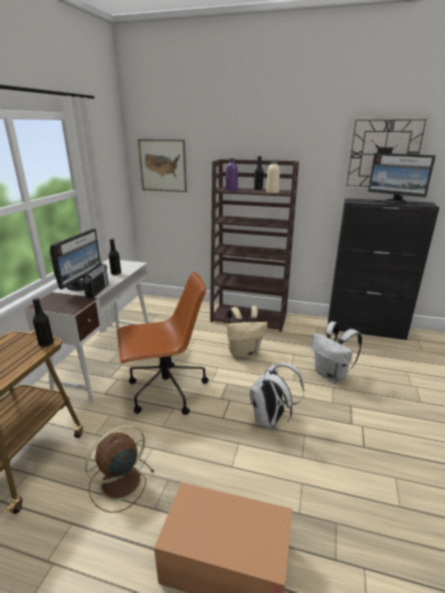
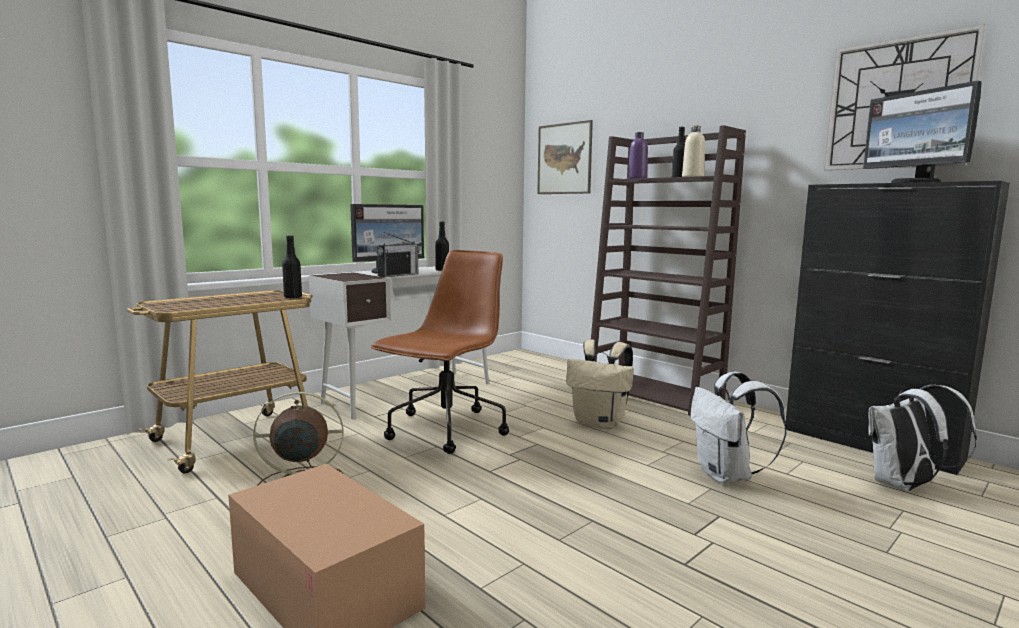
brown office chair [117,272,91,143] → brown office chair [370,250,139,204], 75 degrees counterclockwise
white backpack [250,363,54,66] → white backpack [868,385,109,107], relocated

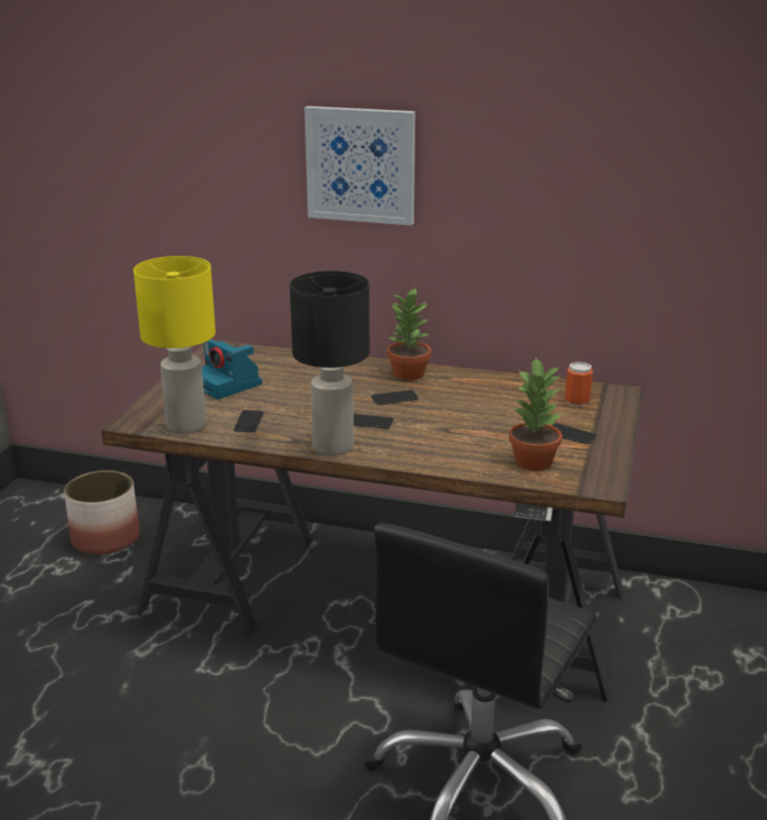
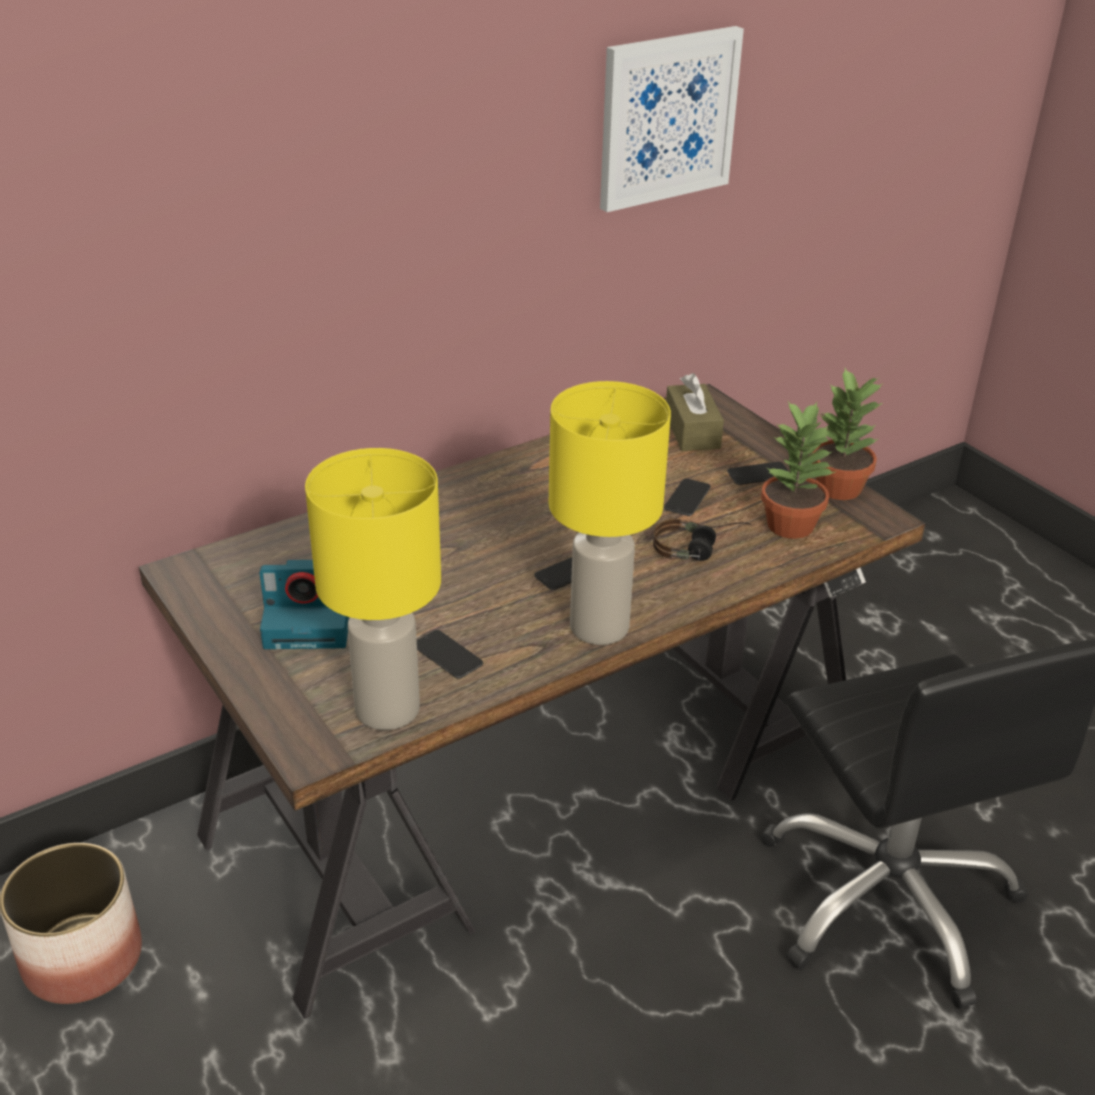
black table lamp [290,271,80,185] → yellow table lamp [549,381,122,264]
picture [304,106,111,119] → picture [600,26,144,186], relocated
- → headphones [653,519,99,42]
phone [371,390,47,15] → phone [664,479,47,37], relocated
can [565,362,28,44] → brown tissue box [666,373,58,78]
potted plant [387,287,44,93] → potted plant [812,368,70,132], relocated

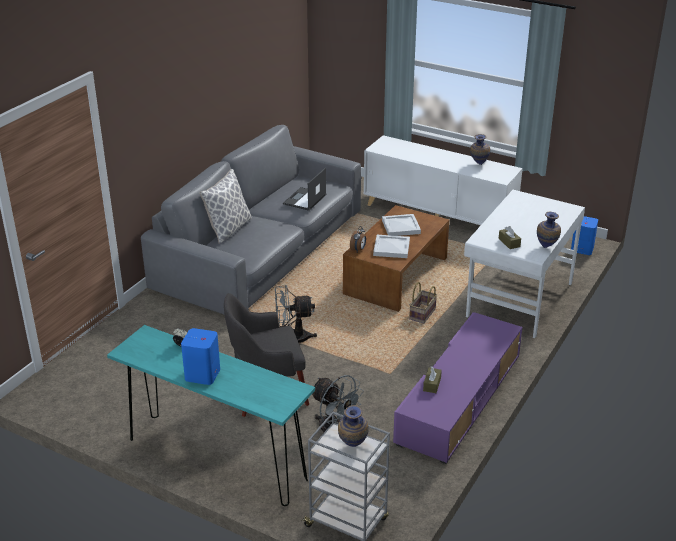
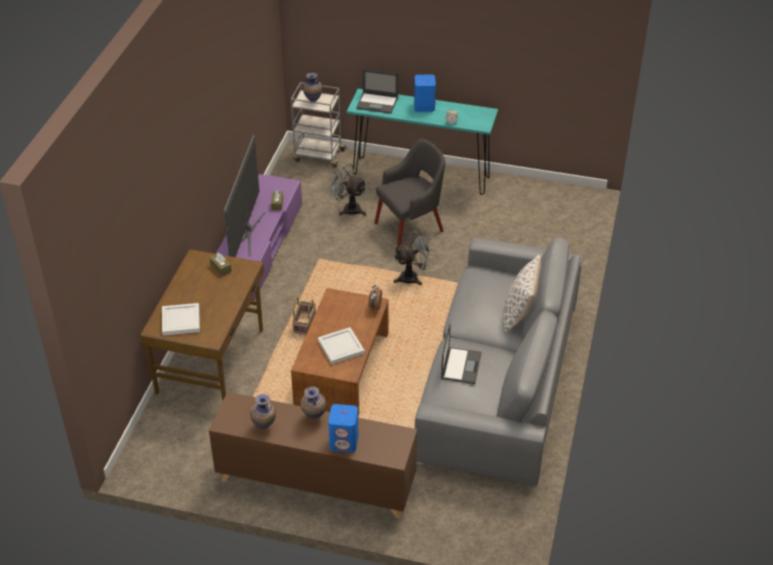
white desk [464,190,121,148] → brown desk [141,249,123,152]
white tray [373,235,37,23] → white tray [162,303,38,32], relocated
white cabinet [364,135,159,90] → brown cabinet [209,392,208,127]
- → television [224,135,42,122]
vase [537,212,24,36] → vase [301,387,25,32], relocated
blue speaker [571,216,27,39] → blue speaker [328,404,30,48], relocated
- → laptop [356,69,42,45]

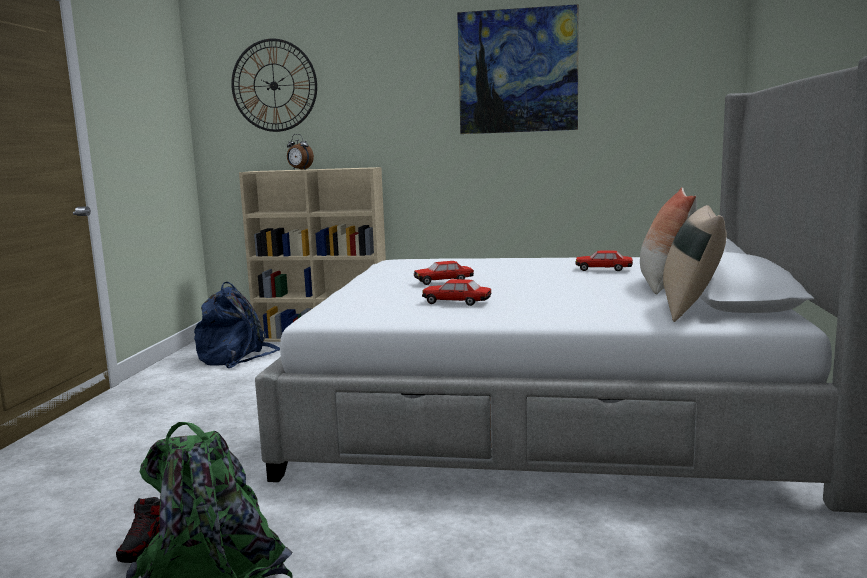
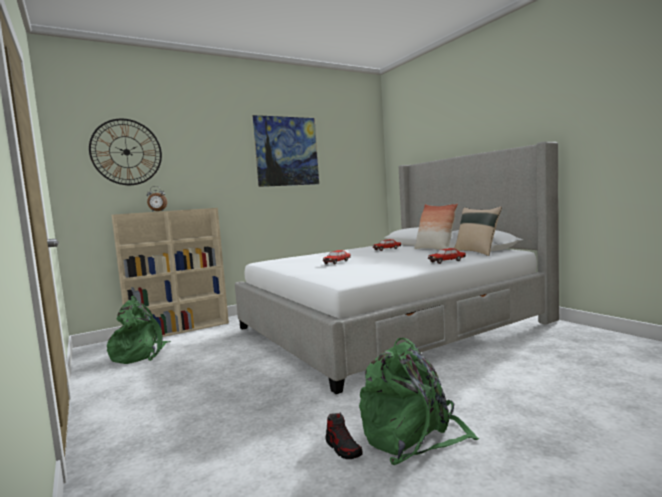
blue backpack [194,282,86,86] → green backpack [107,296,64,68]
toy car [422,279,70,27] → toy car [428,248,38,16], relocated

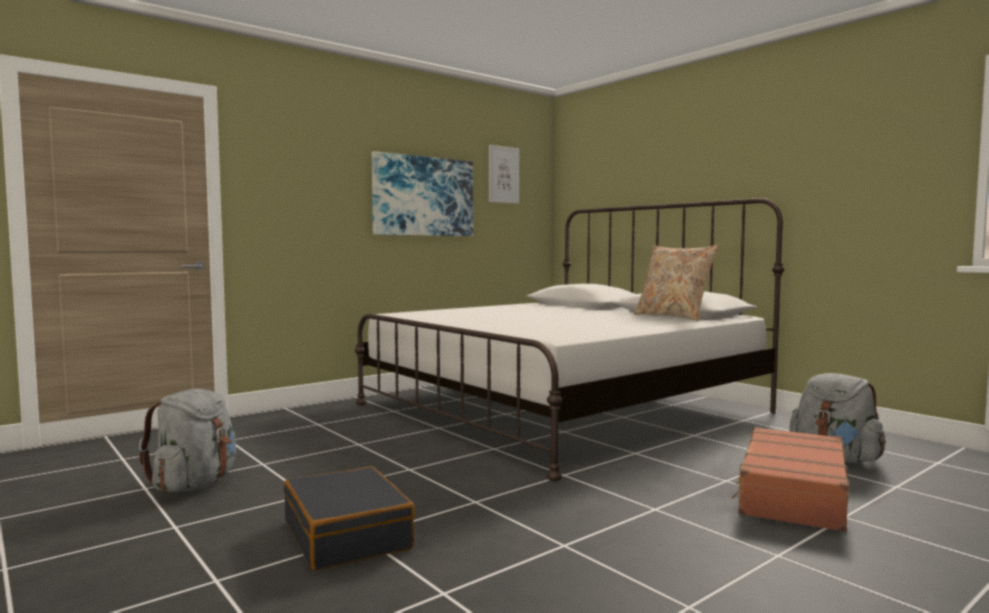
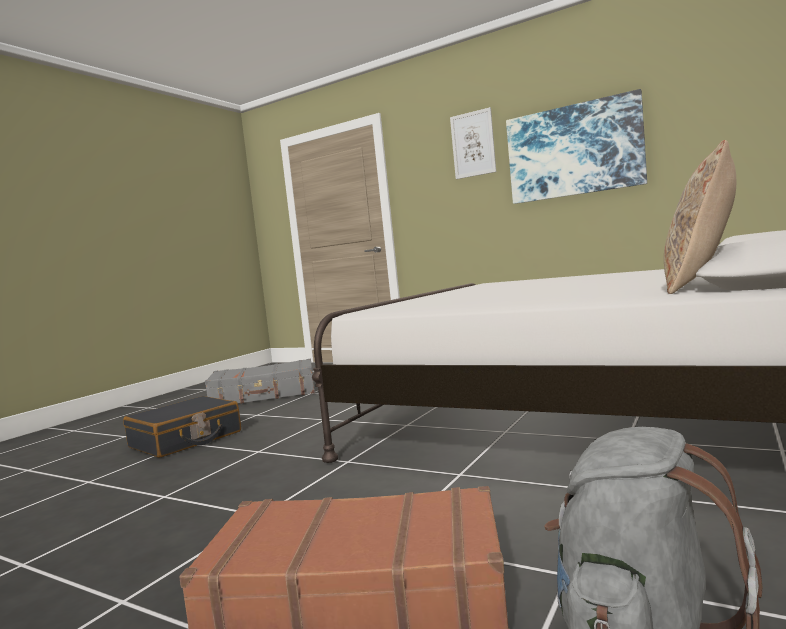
grey backpack [139,389,97,104] → grey suitcase [205,359,110,45]
picture [489,145,30,59] → picture [450,107,46,72], relocated

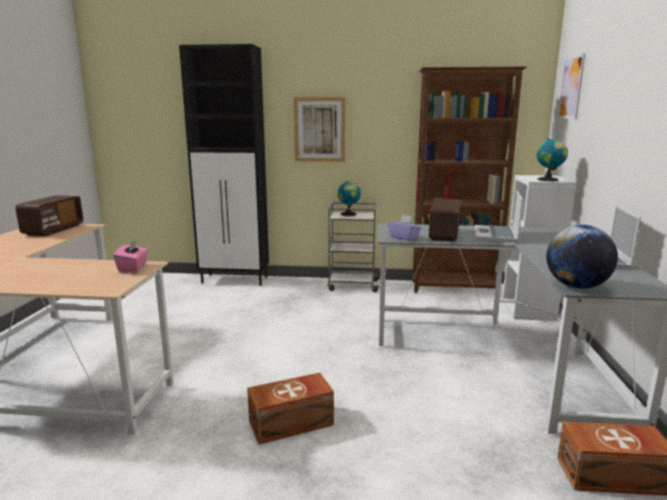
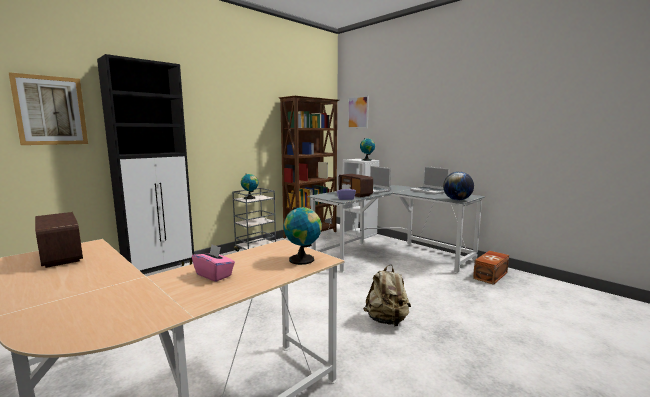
picture [294,97,51,65] → picture [9,72,79,73], relocated
pink tissue box [113,239,35,33] → pink tissue box [192,245,43,37], relocated
- → globe [284,207,38,58]
brown storage box [247,373,87,72] → beige backpack [363,265,48,62]

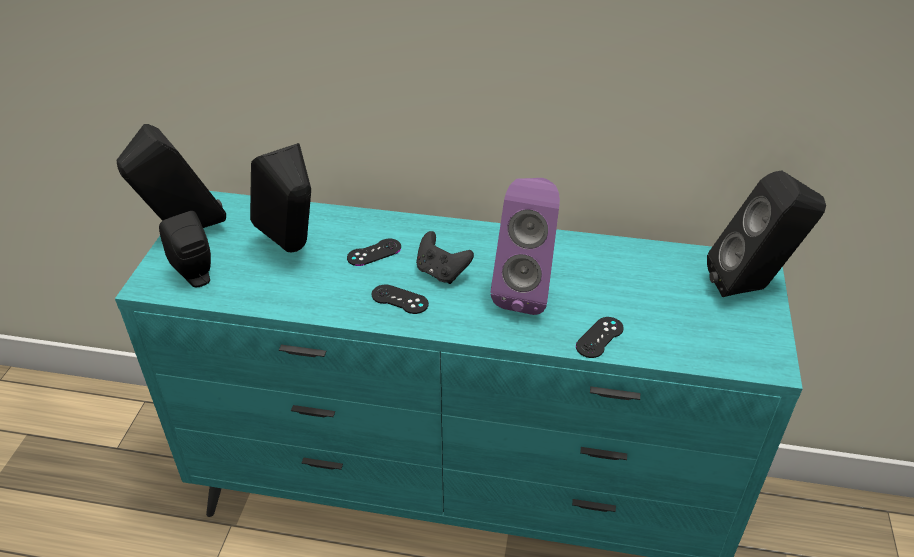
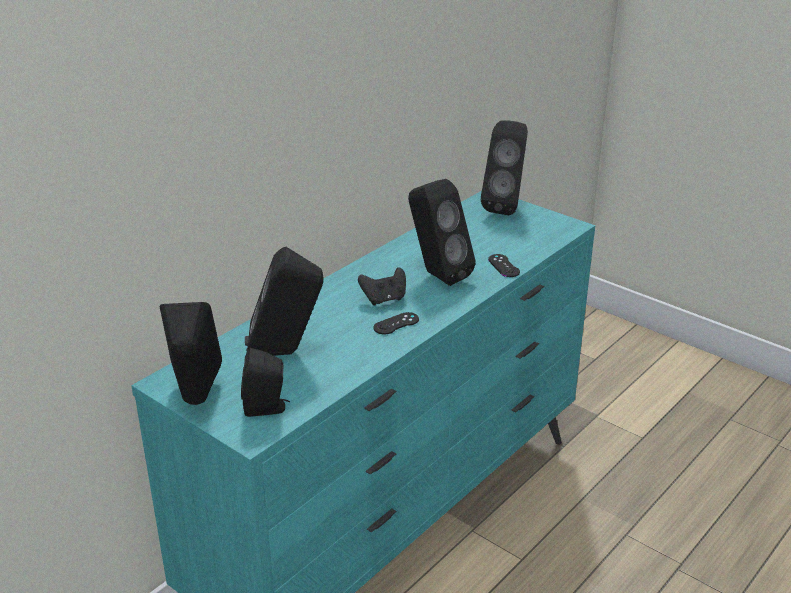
purple speaker [491,178,69,137] → black speaker [408,179,68,107]
black game controller [347,239,54,27] → -

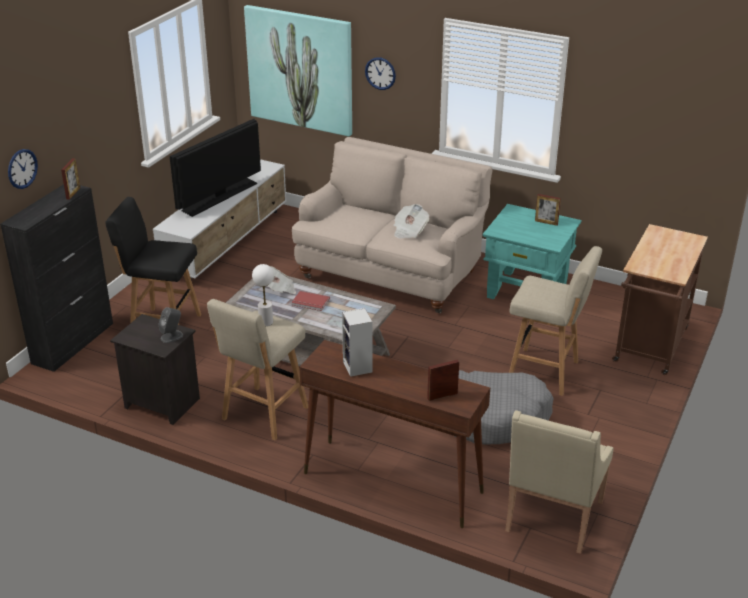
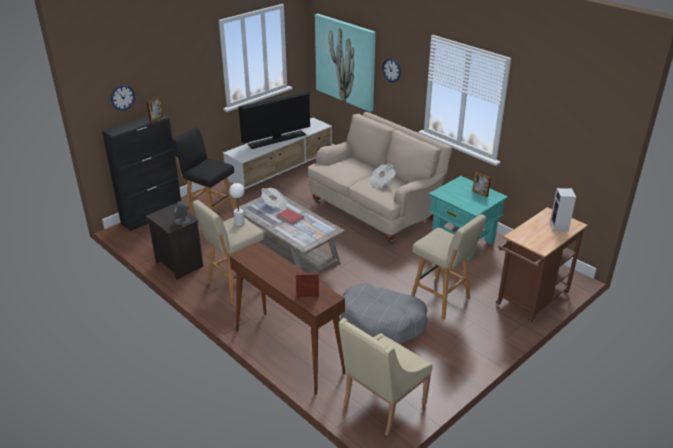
speaker [342,308,30,69] → speaker [550,188,26,43], relocated

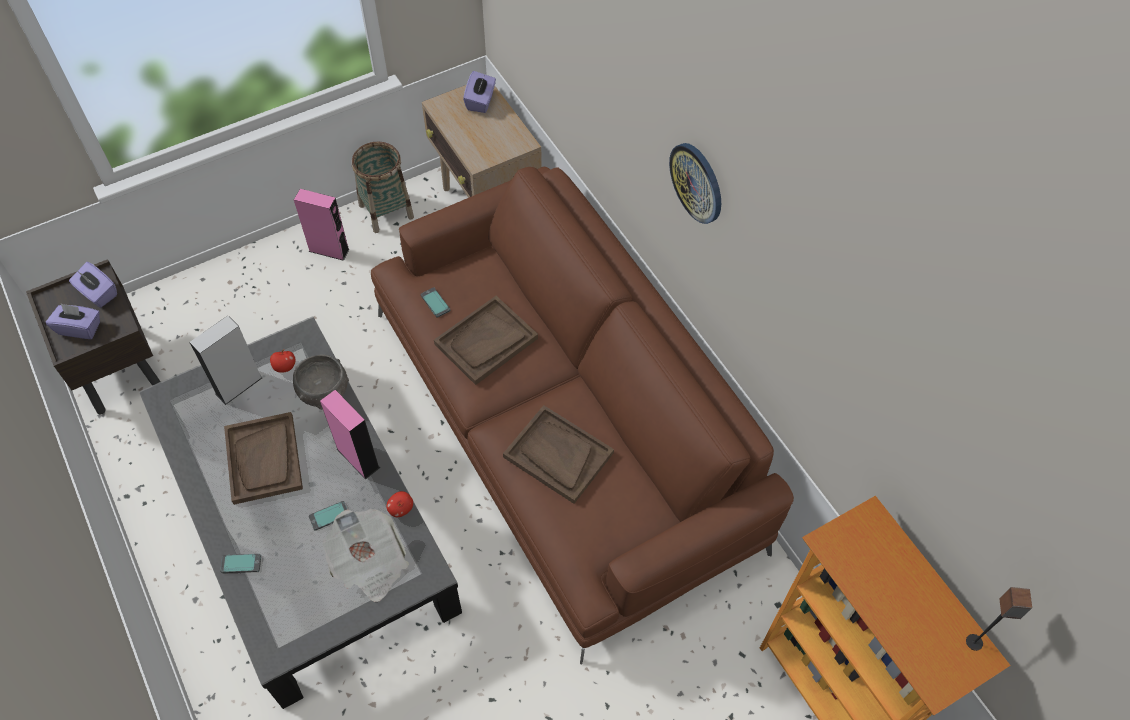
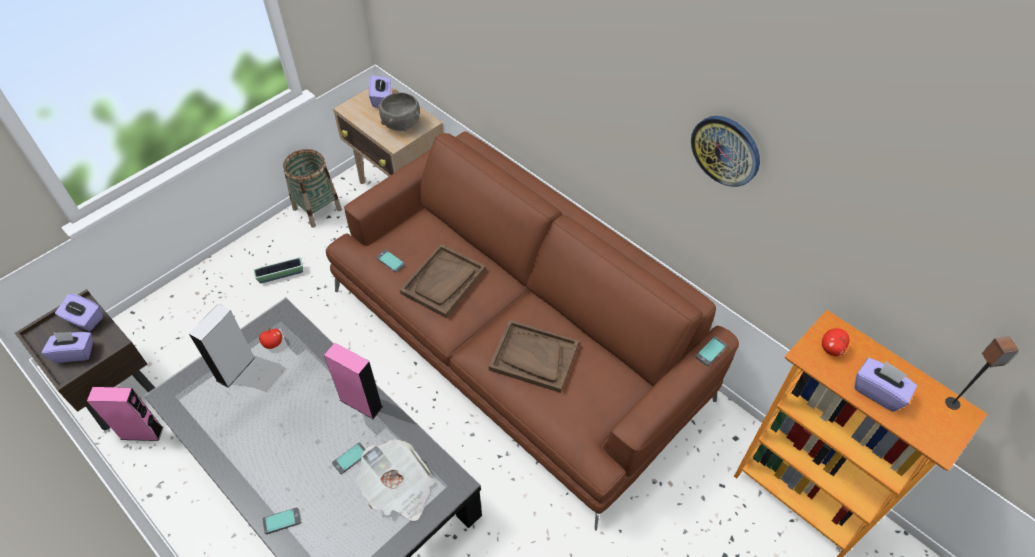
pink speaker [294,189,56,72] → pink speaker [87,387,76,54], relocated
- → planter [253,257,50,27]
grey bowl [293,354,56,56] → grey bowl [378,92,42,39], relocated
wall clock [669,143,52,81] → wall clock [691,116,69,71], relocated
- → phone [695,336,32,30]
apple [386,491,27,26] → apple [822,328,27,28], relocated
- → purple tissue box [854,358,63,54]
brown tray [224,412,79,93] → -

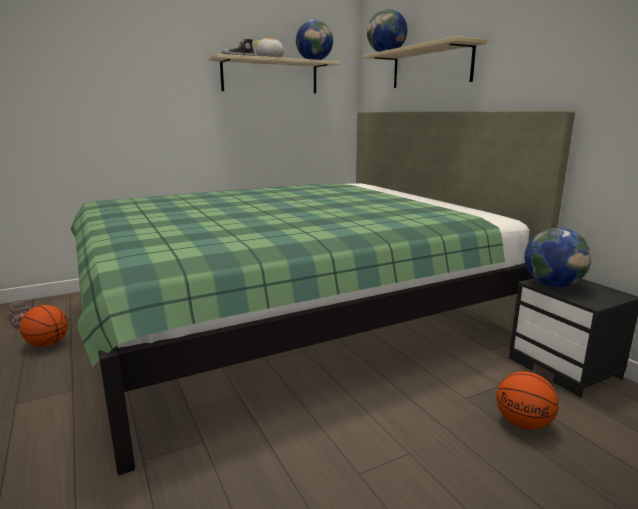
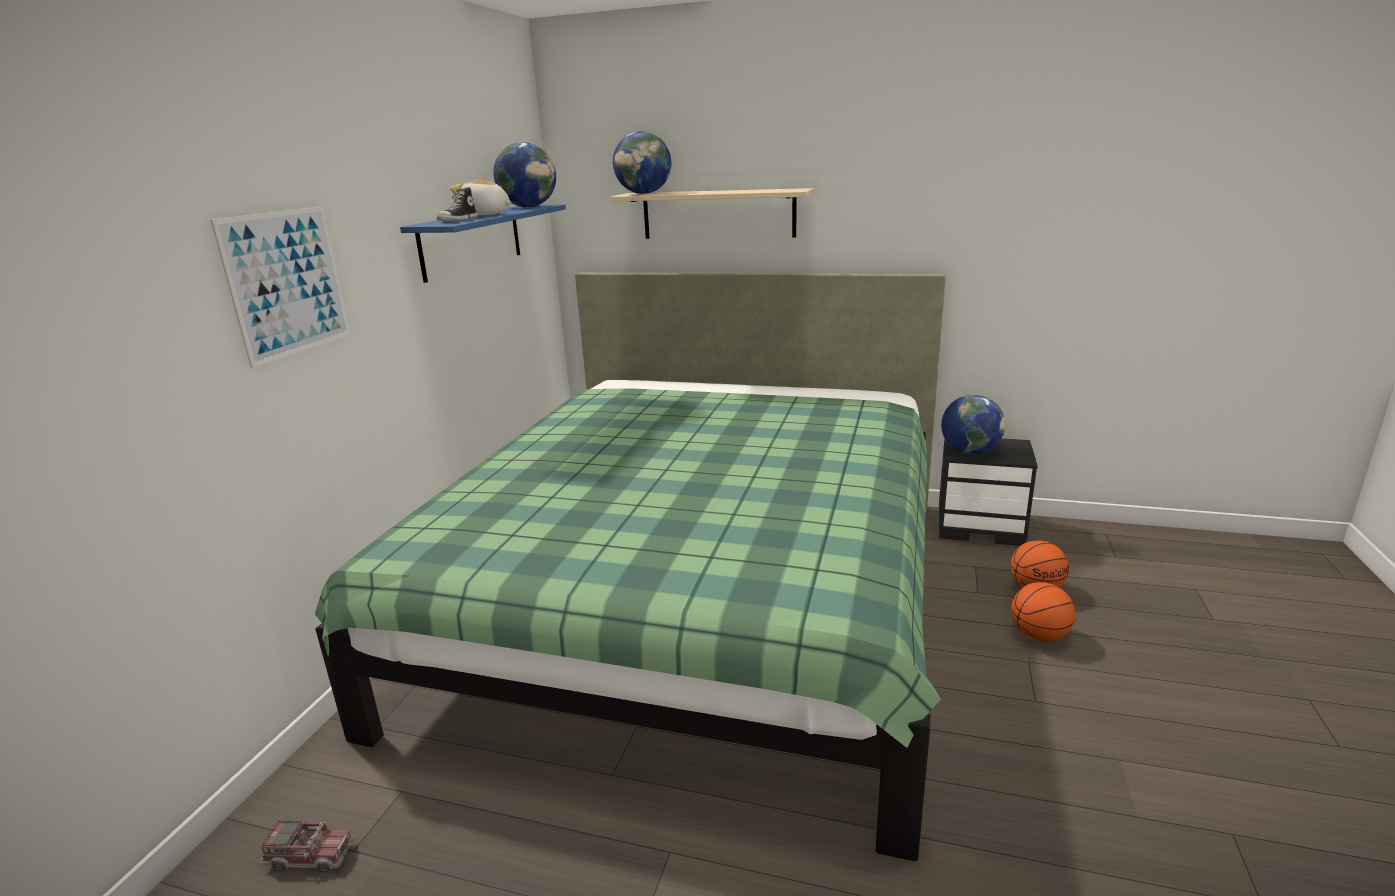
- → picture [211,206,139,162]
beige shelf [208,54,132,39] → blue shelf [400,204,166,79]
basketball [20,305,48,42] → basketball [1011,582,64,60], relocated

